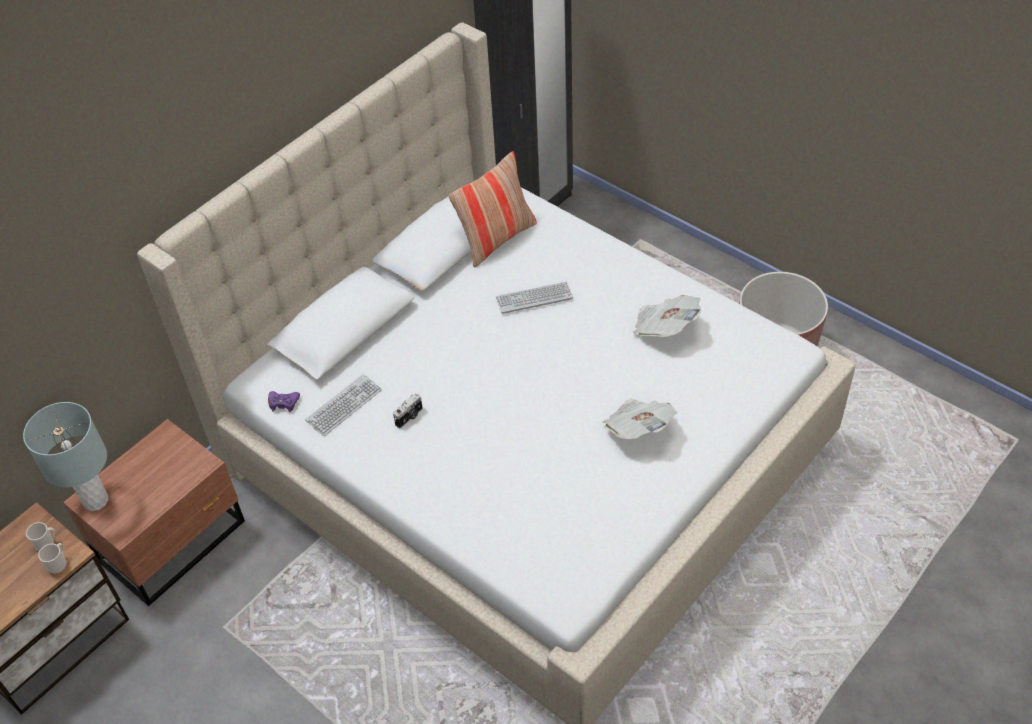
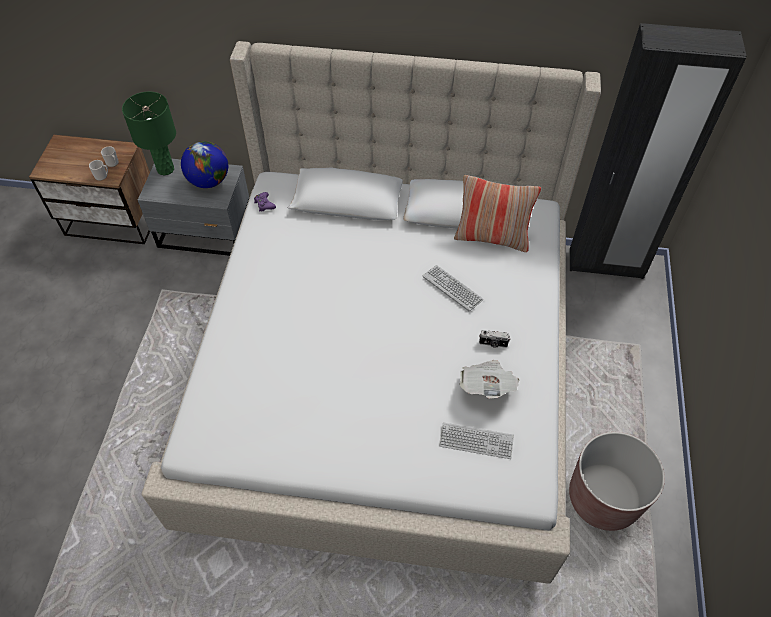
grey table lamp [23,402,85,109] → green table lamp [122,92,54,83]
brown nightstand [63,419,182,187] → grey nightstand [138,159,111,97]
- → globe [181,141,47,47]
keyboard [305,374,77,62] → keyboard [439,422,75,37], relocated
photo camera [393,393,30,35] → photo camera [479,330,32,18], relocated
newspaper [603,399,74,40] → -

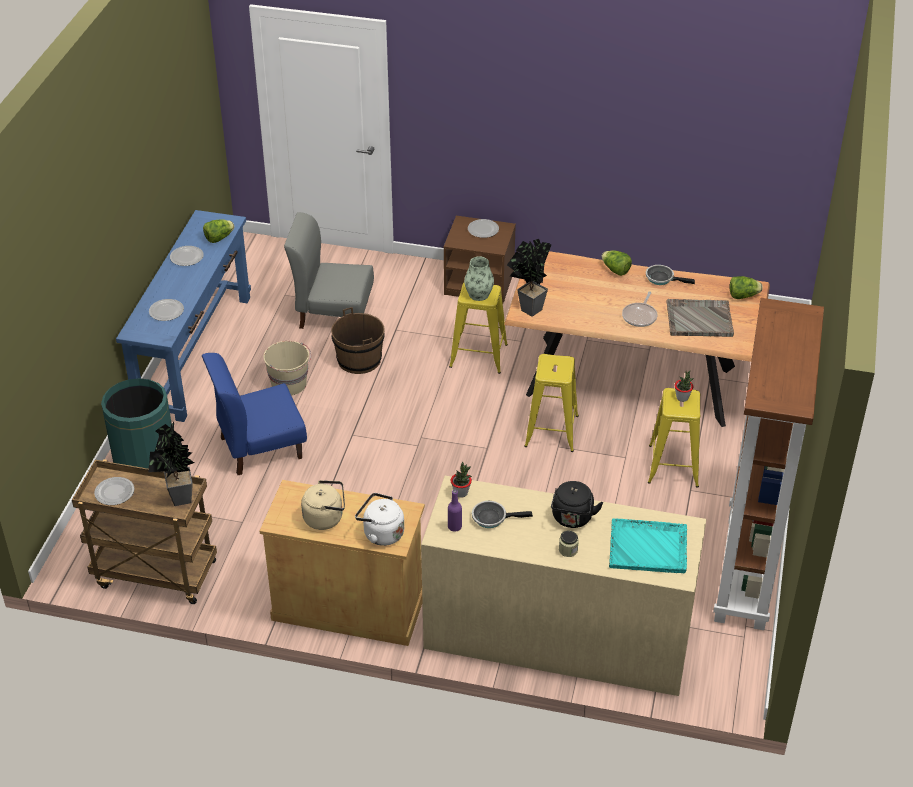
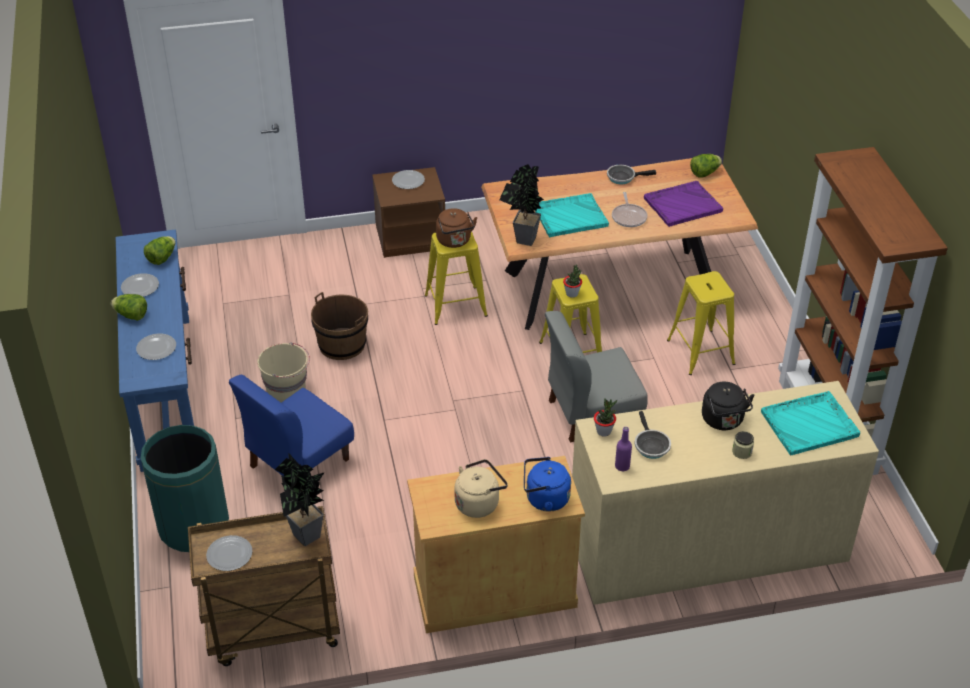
lettuce [601,250,31,26] → lettuce [111,294,36,27], relocated
vase [464,256,30,45] → brown kettle [436,208,41,40]
white kettle [355,493,49,53] → blue kettle [524,457,47,55]
- → turquoise tray [535,193,74,44]
grey chair [284,212,90,117] → grey chair [545,311,103,132], relocated
potted plant [675,371,19,31] → potted plant [563,264,19,34], relocated
frying pan [472,501,61,27] → frying pan [635,411,36,48], 75 degrees counterclockwise
grey tray [667,299,67,38] → purple tray [644,181,79,46]

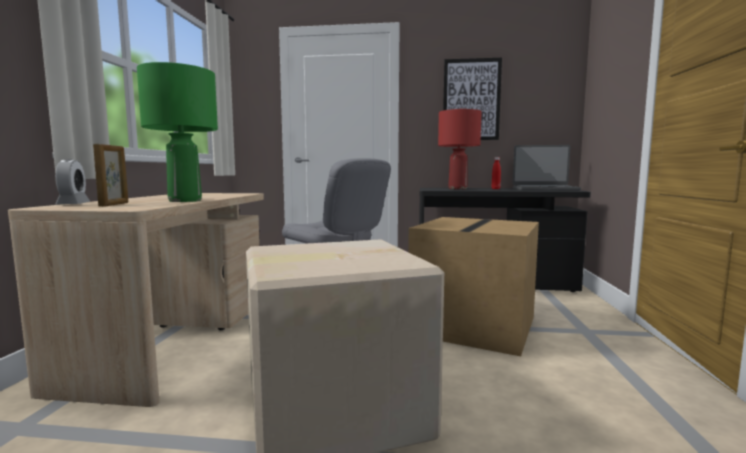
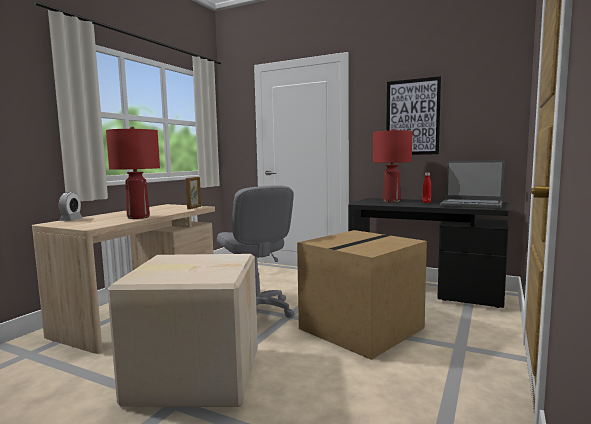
green table lamp [137,62,81,140] → red table lamp [106,127,54,92]
picture frame [93,144,35,63] → picture frame [186,177,15,32], relocated

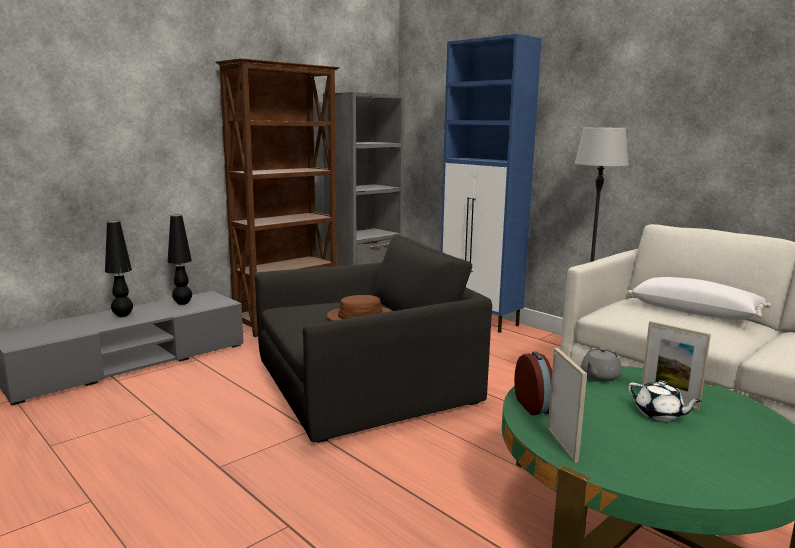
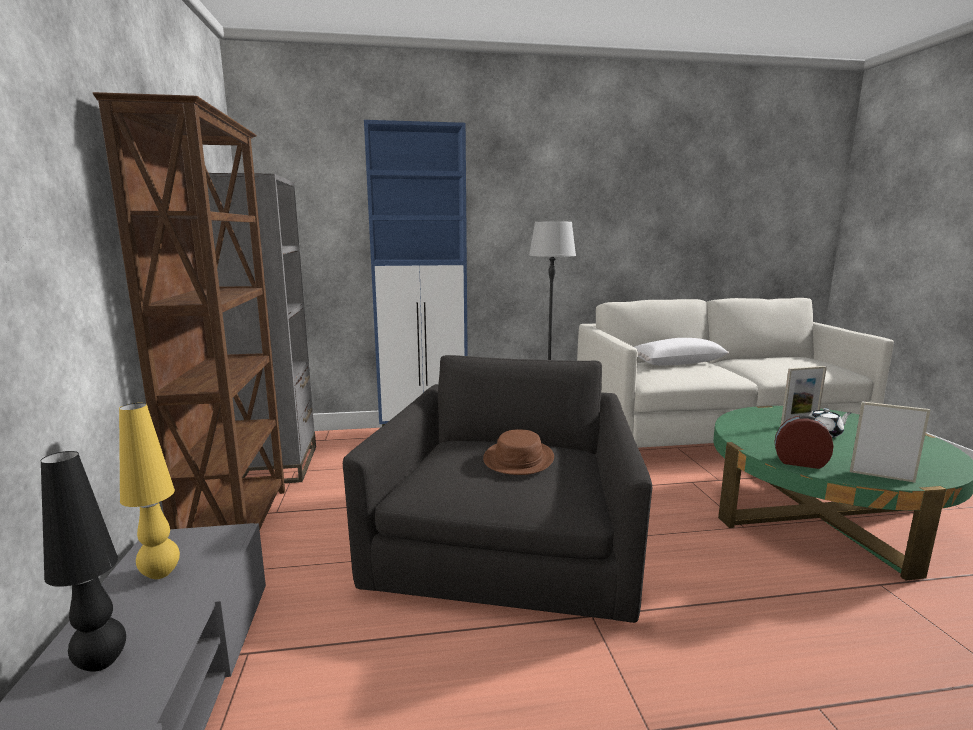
black table lamp [167,215,25,90] → yellow table lamp [119,403,61,176]
grey teapot [581,347,41,35] → -

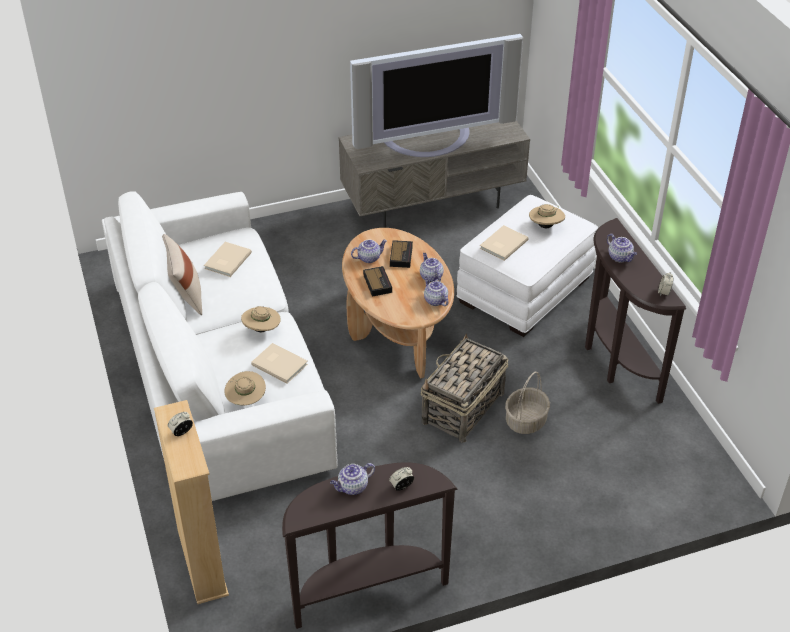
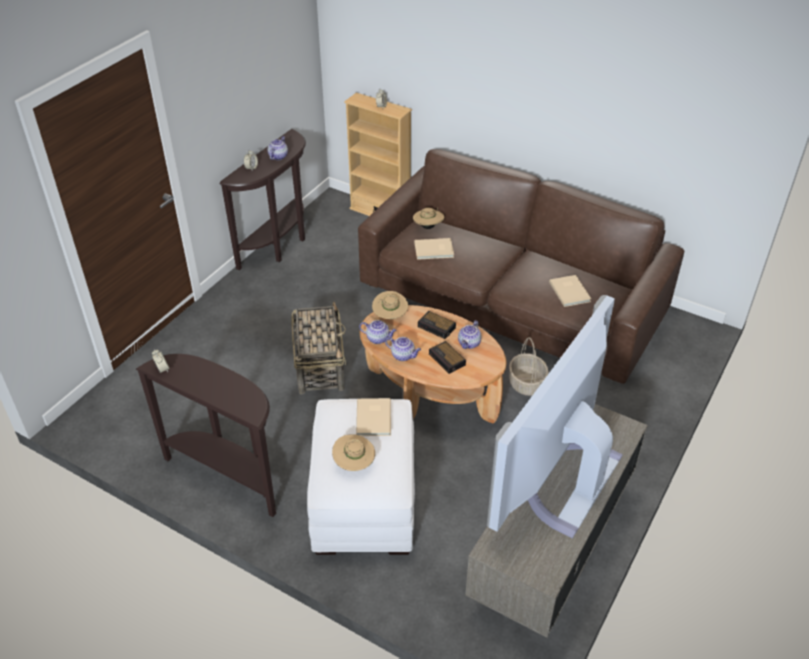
white sofa [102,191,236,310] → brown sofa [358,149,326,235]
beige hat [241,306,40,26] → beige hat [372,291,36,28], relocated
basket [505,372,45,62] → basket [509,337,40,59], relocated
beige pillow [162,234,40,81] → -
teapot [607,234,30,28] → -

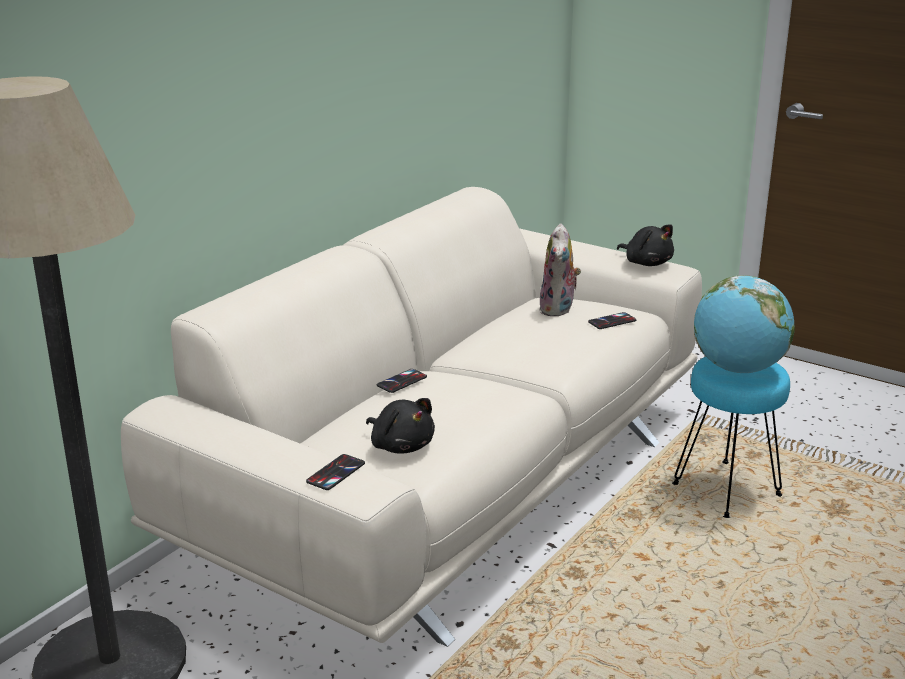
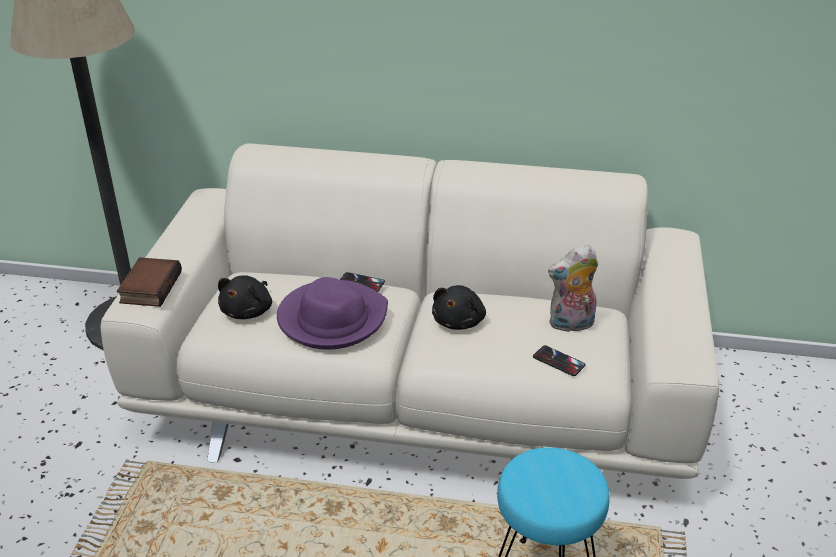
phone [306,454,59,36] → book [117,257,65,50]
- → purple hat [277,277,111,72]
black plush toy [617,224,57,42] → black plush toy [432,285,54,45], relocated
globe [694,275,101,98] → -

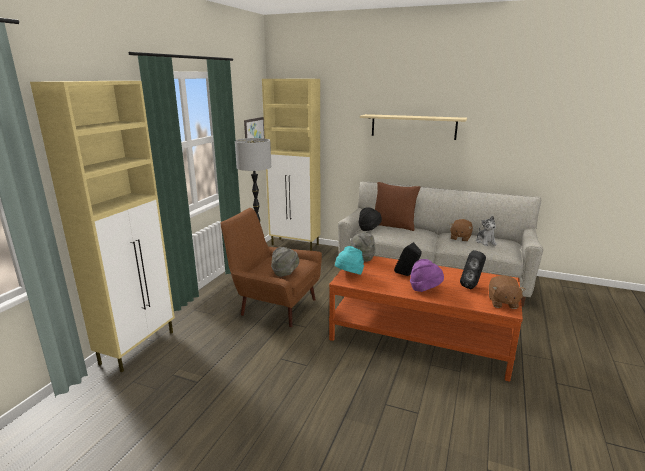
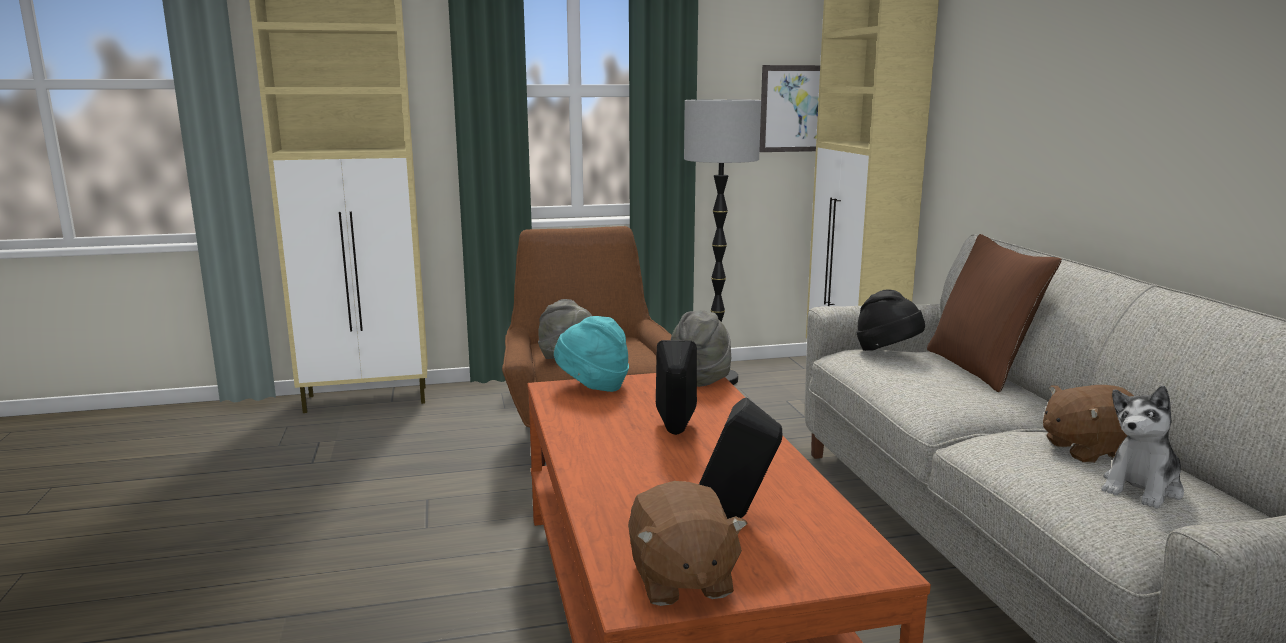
brown plush toy [489,275,37,34] → brown plush toy [628,481,120,125], 75 degrees counterclockwise
beige shelf [360,114,107,26] → -
purple hat [410,259,34,33] → -

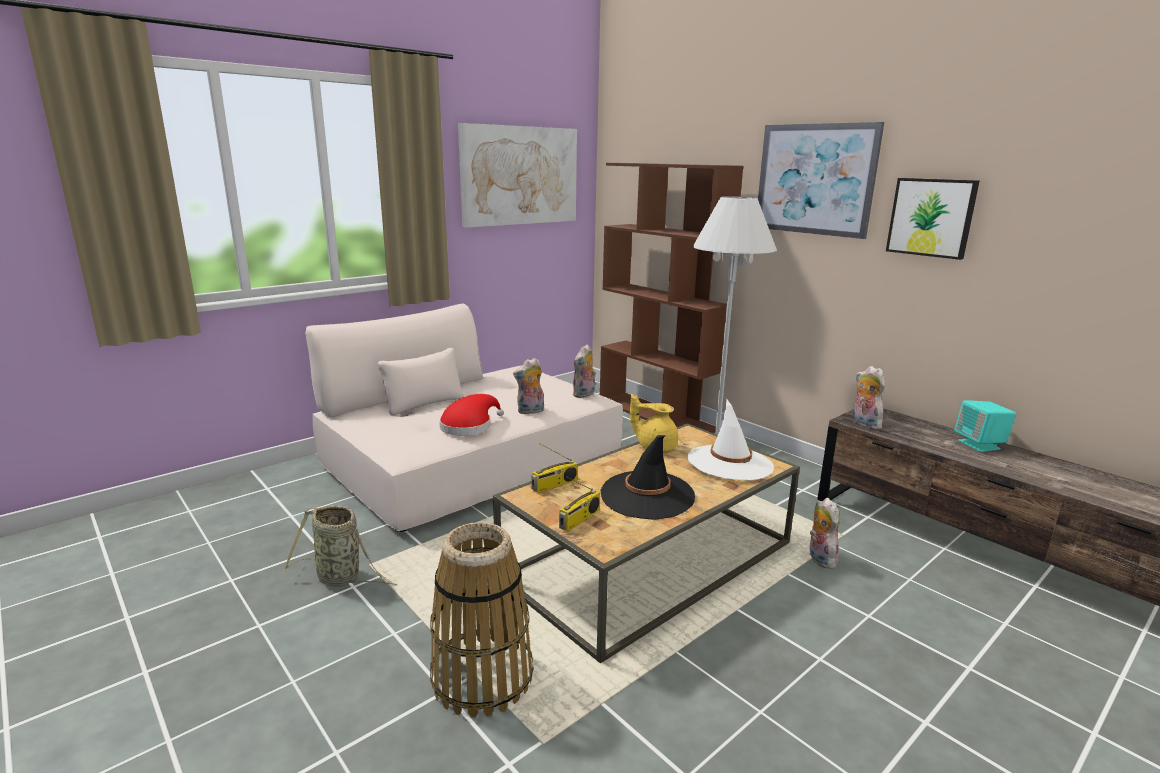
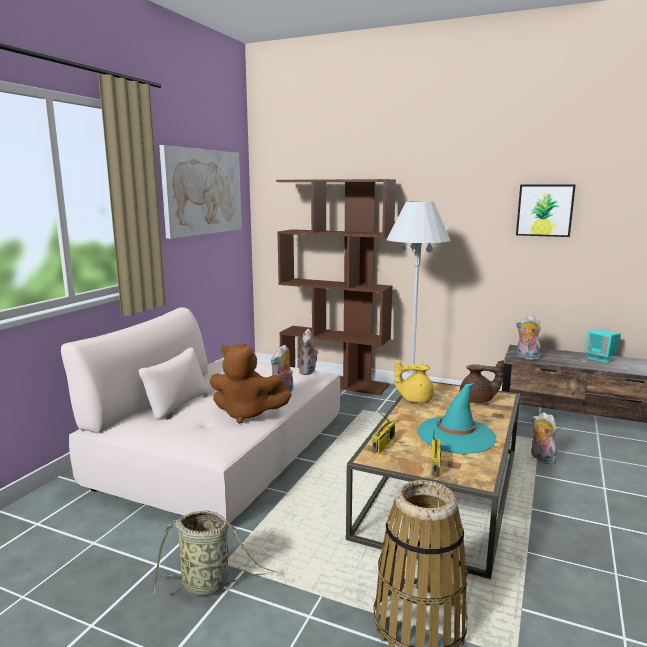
red hat [439,394,65,42] → brown plush toy [209,344,83,80]
black hat [601,435,94,85] → turquoise hat [418,383,78,71]
white hat [688,400,86,80] → brown teapot [460,360,44,43]
picture [758,122,126,117] → -

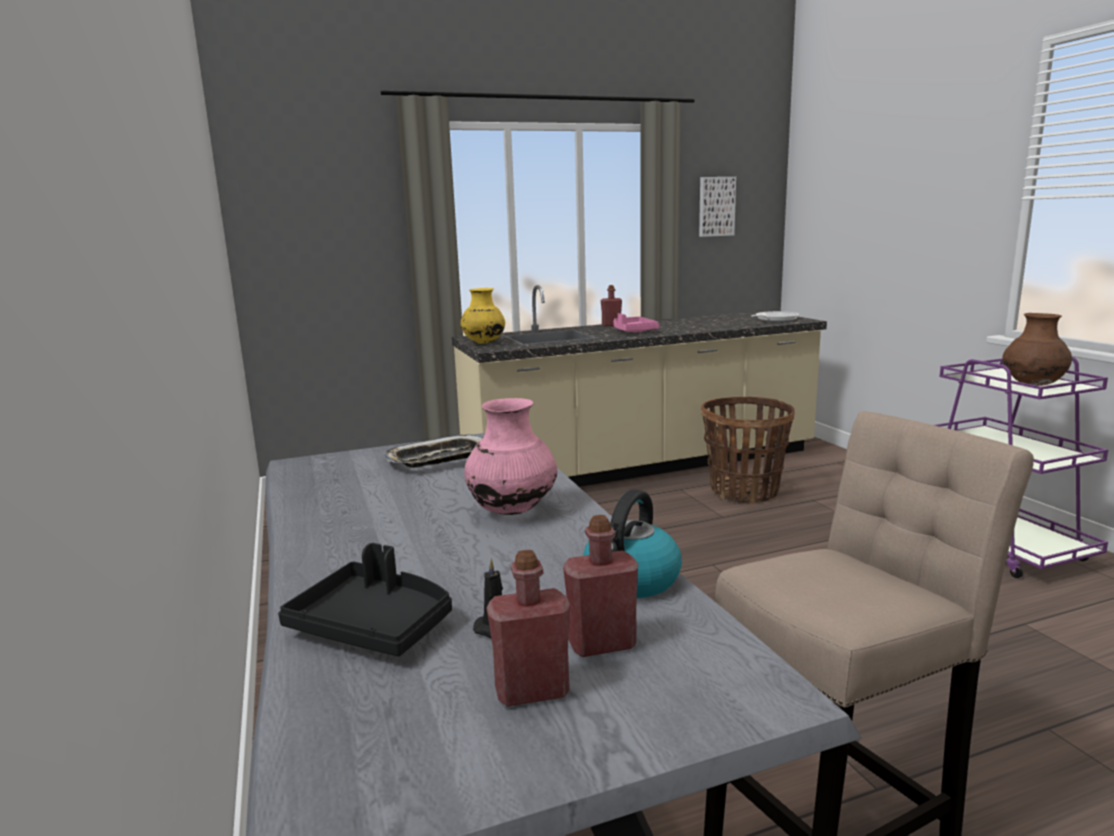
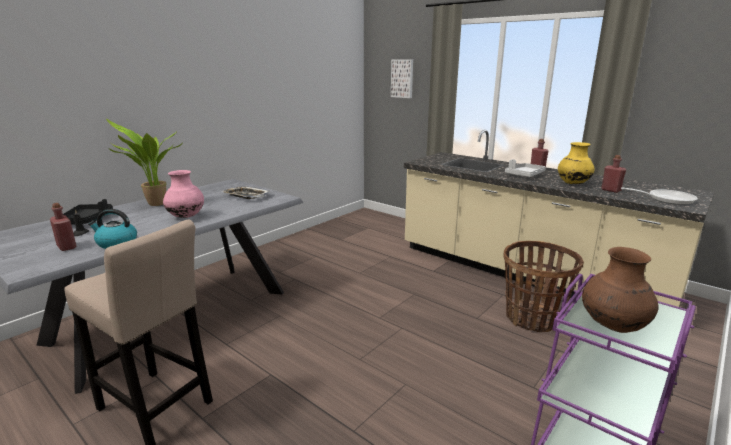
- → potted plant [106,118,77,88]
picture [699,177,37,60] → picture [391,60,22,38], relocated
pink tray [613,313,46,19] → grey tray [505,159,41,18]
yellow vase [461,288,44,56] → yellow vase [558,142,37,42], relocated
red bottle [487,550,83,157] → red bottle [601,155,25,38], relocated

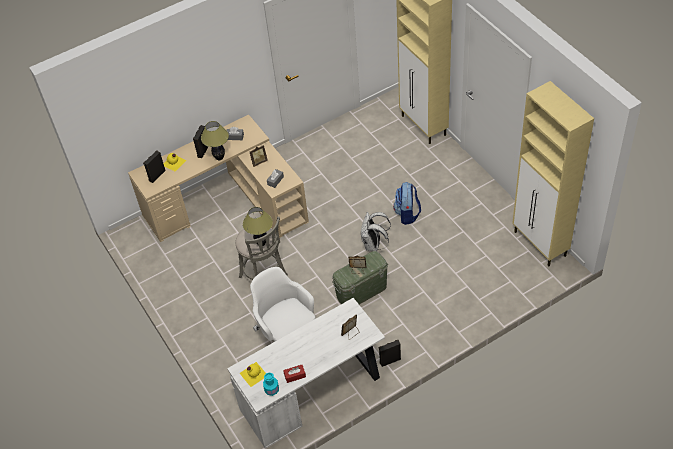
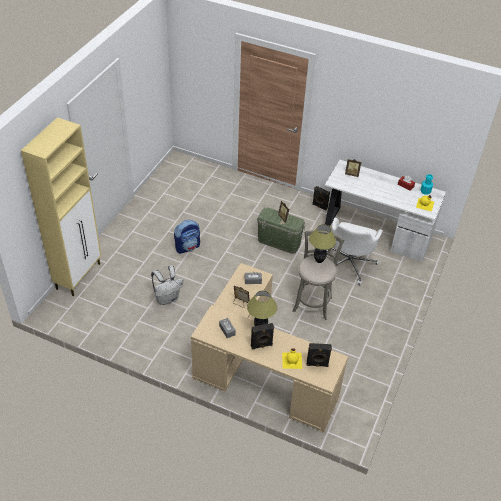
white backpack [360,212,31,39] → white backpack [151,265,32,40], relocated
beige cabinet [512,81,82,186] → -

